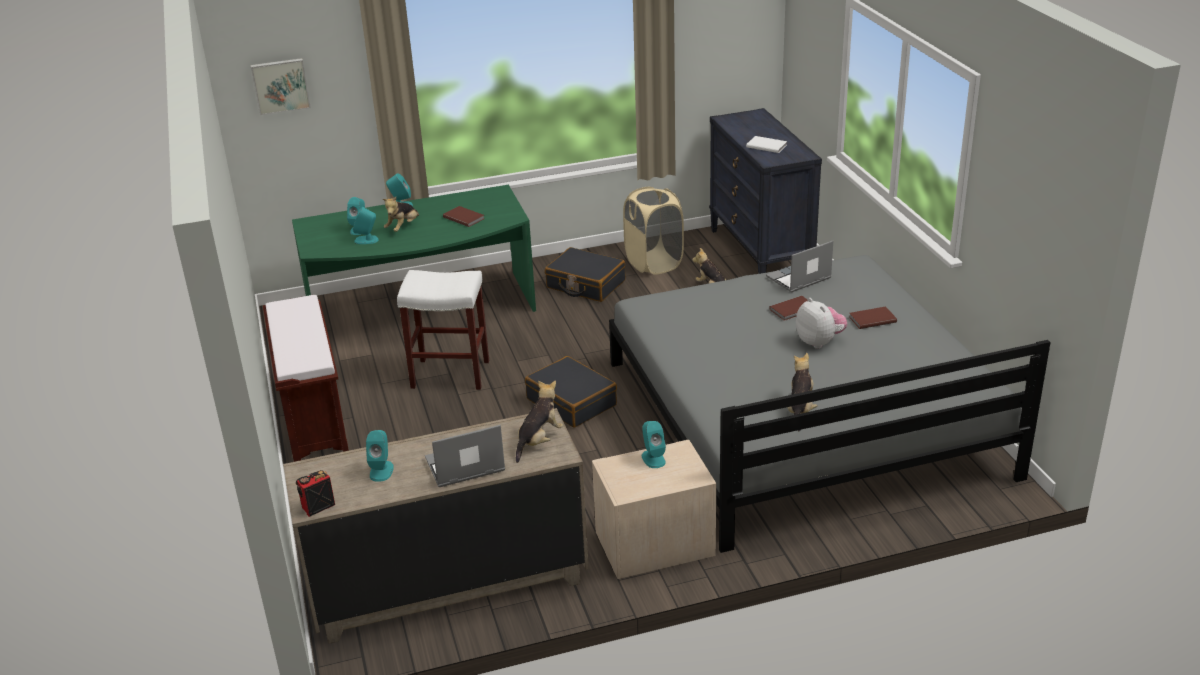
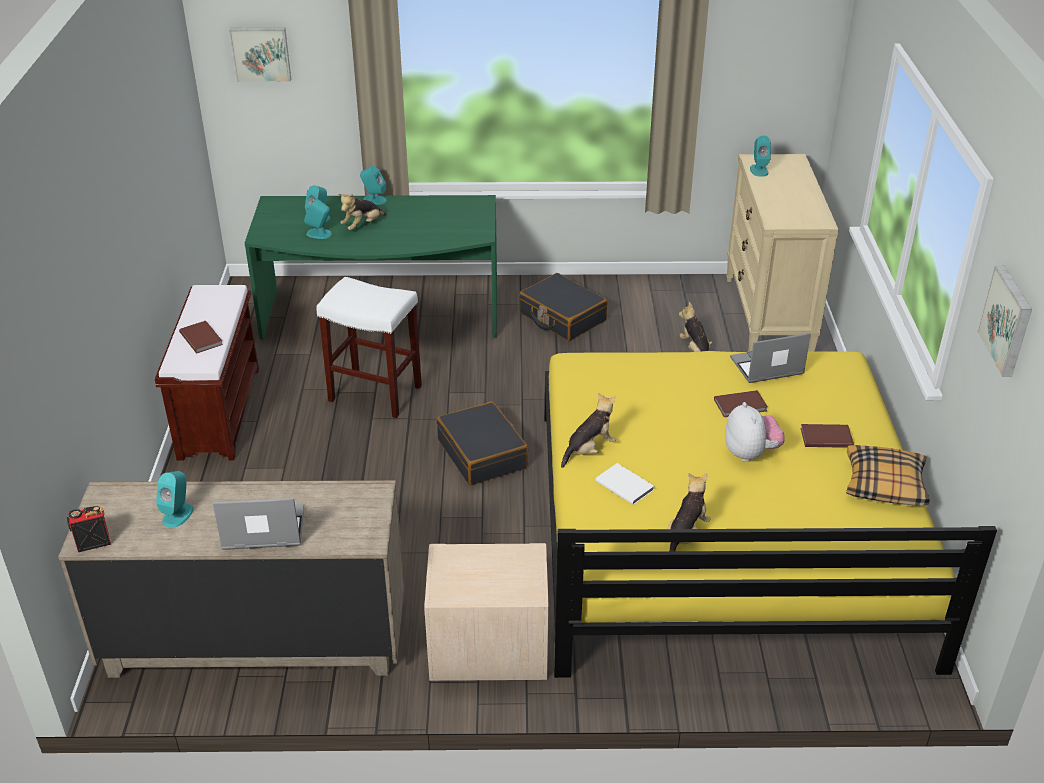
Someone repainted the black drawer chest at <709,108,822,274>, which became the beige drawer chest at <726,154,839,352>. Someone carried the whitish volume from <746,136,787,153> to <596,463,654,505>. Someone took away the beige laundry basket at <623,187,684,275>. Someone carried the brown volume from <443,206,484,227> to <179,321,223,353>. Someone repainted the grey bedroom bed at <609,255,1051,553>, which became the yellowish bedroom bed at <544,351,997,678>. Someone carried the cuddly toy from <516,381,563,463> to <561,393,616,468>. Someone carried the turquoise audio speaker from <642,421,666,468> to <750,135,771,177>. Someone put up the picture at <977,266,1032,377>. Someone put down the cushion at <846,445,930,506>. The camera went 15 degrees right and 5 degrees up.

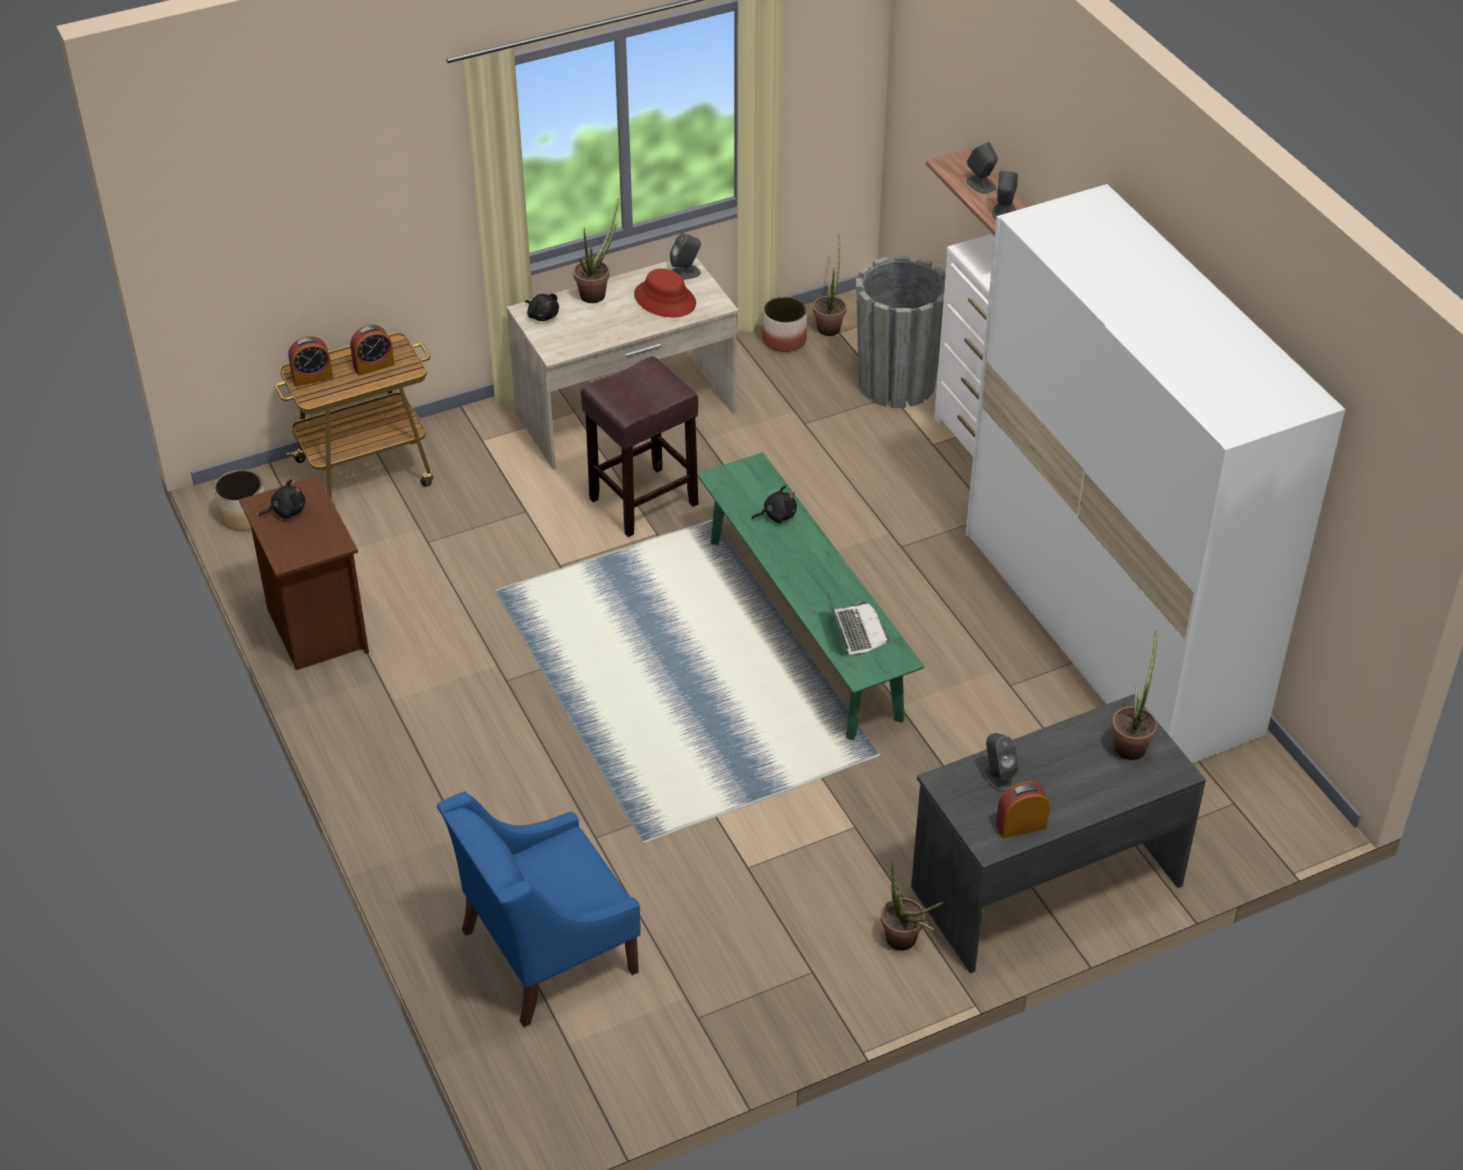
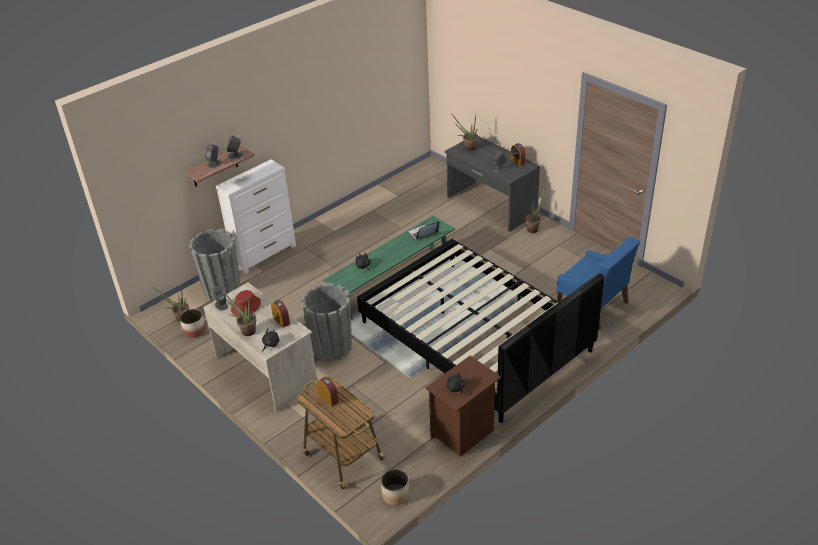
Someone took away the whitish armoire at <966,184,1345,763>. Someone carried the table clock from <288,336,333,387> to <271,300,290,328>. Someone swapped the brown stool seat at <581,356,699,537> for the grey planter at <301,283,352,361>. Someone put down the black bedroom bed at <357,239,604,423>. The camera went 105 degrees left and 5 degrees down.

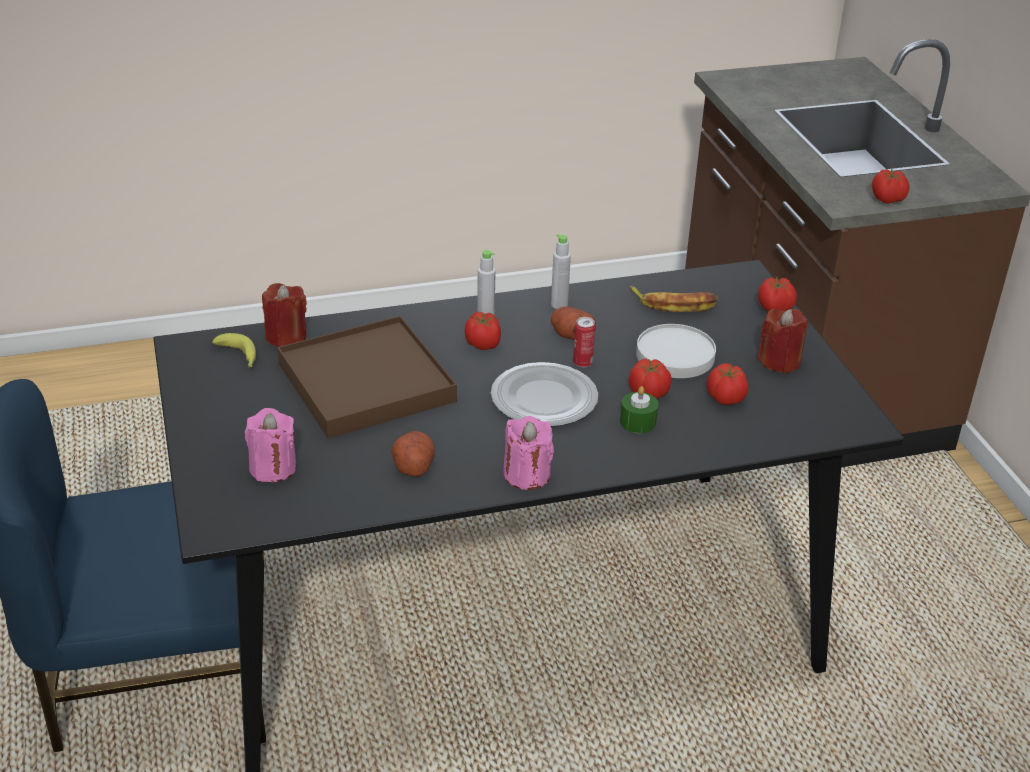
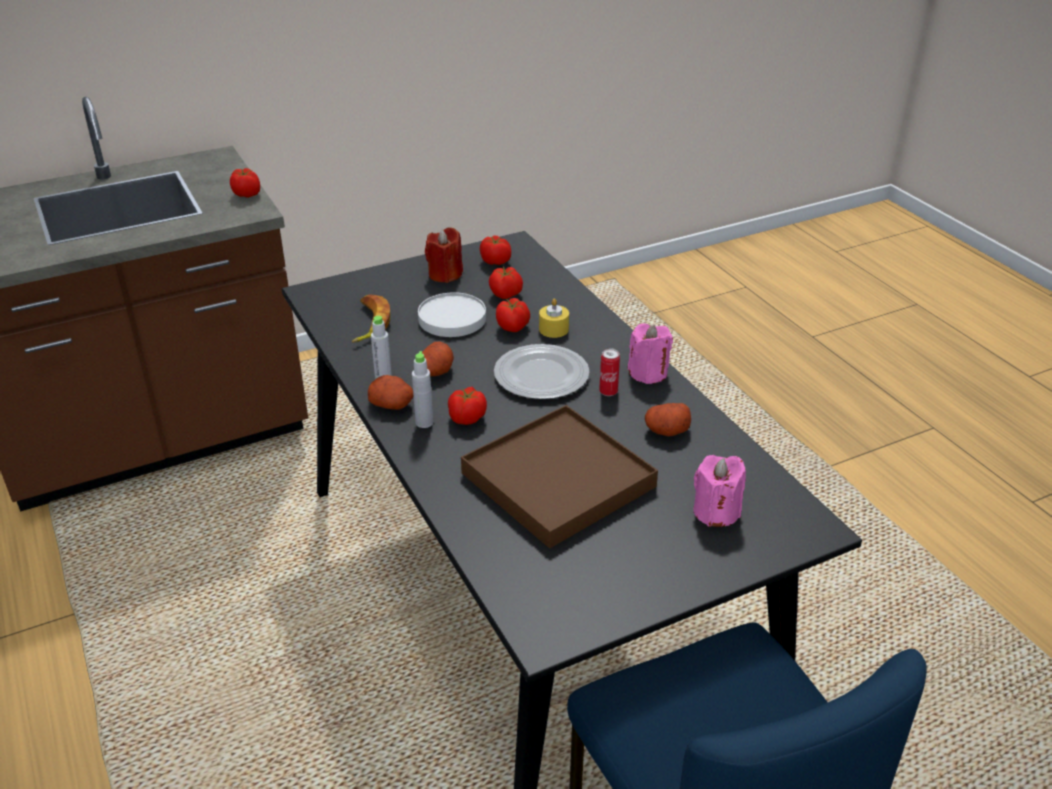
Someone carried the fresh tomato from <758,277,797,312> to <480,236,511,265>. Someone took away the red-coloured wax light at <262,283,307,347>. Someone carried the can from <573,317,595,368> to <599,348,620,396>. Someone took away the banana at <212,333,256,367>. Someone repainted the greenish wax light at <620,386,659,433>, which became the yellowish wax light at <539,298,569,338>. Someone put down the spud at <368,375,413,410>. The camera went 100 degrees left and 0 degrees up.

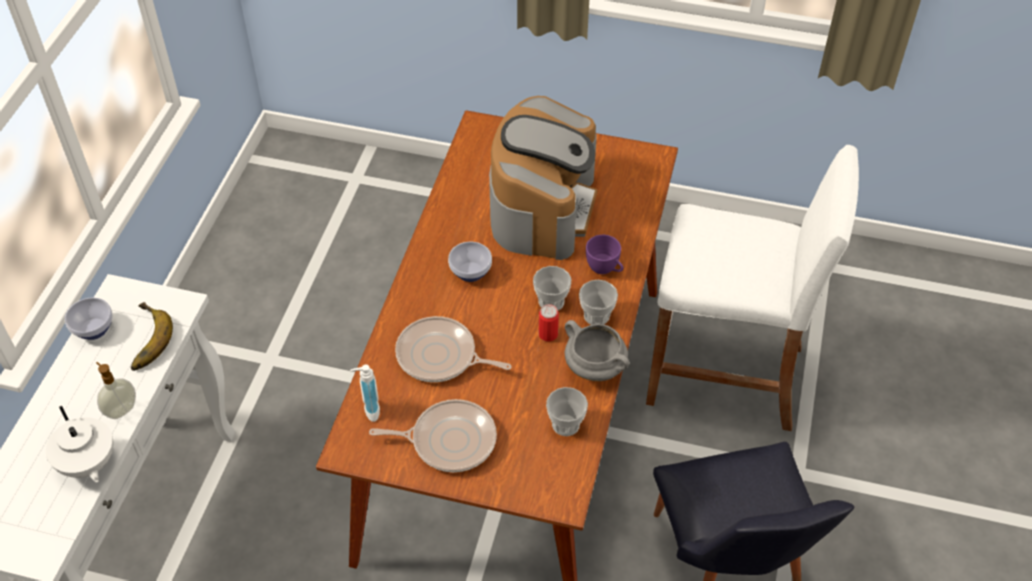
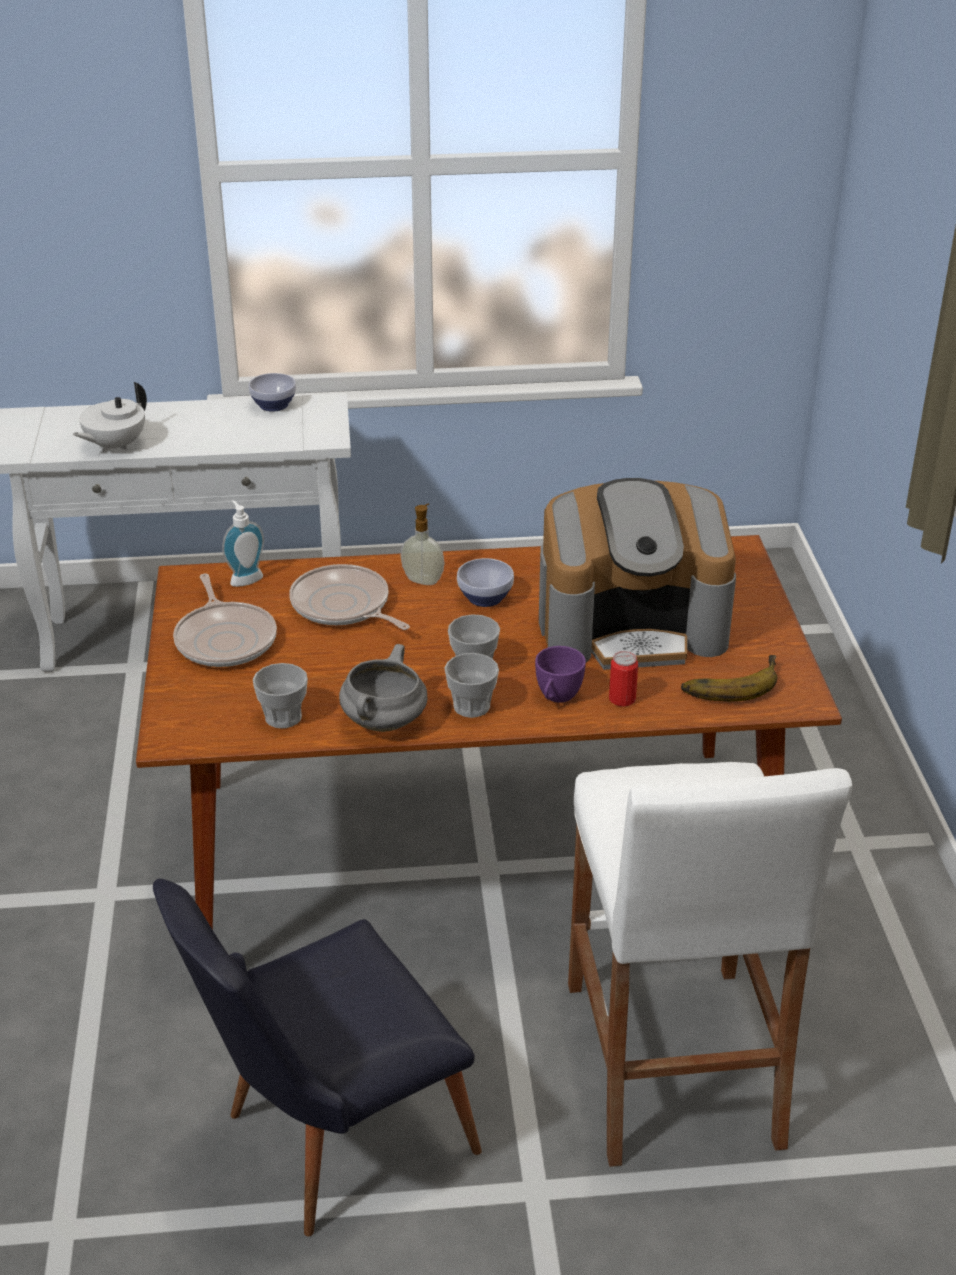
Someone carried the banana from <131,302,173,371> to <681,655,777,702>. Someone carried the can from <539,304,559,341> to <609,651,638,706>. Someone rotated the frying pan at <395,316,511,382> by 45 degrees counterclockwise. Someone carried the soap dispenser from <96,362,136,419> to <401,504,445,585>. The camera went 70 degrees right and 15 degrees down.

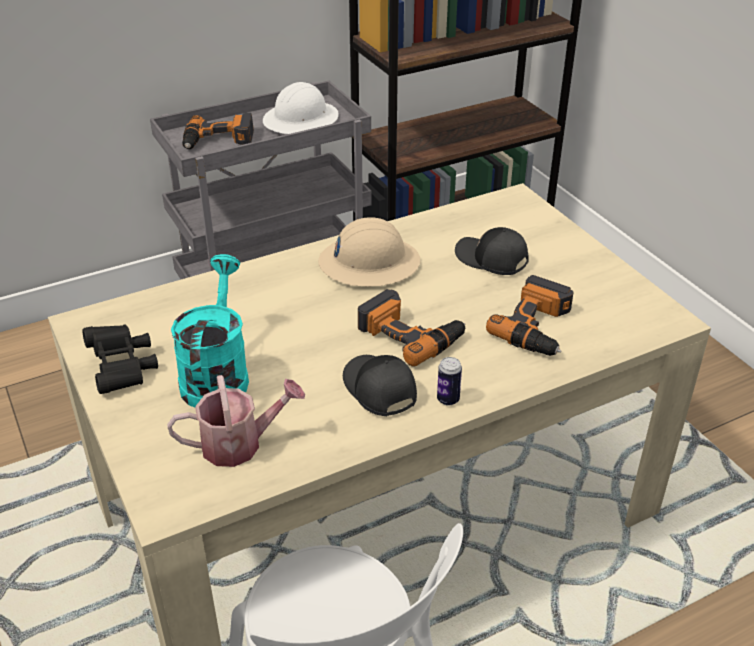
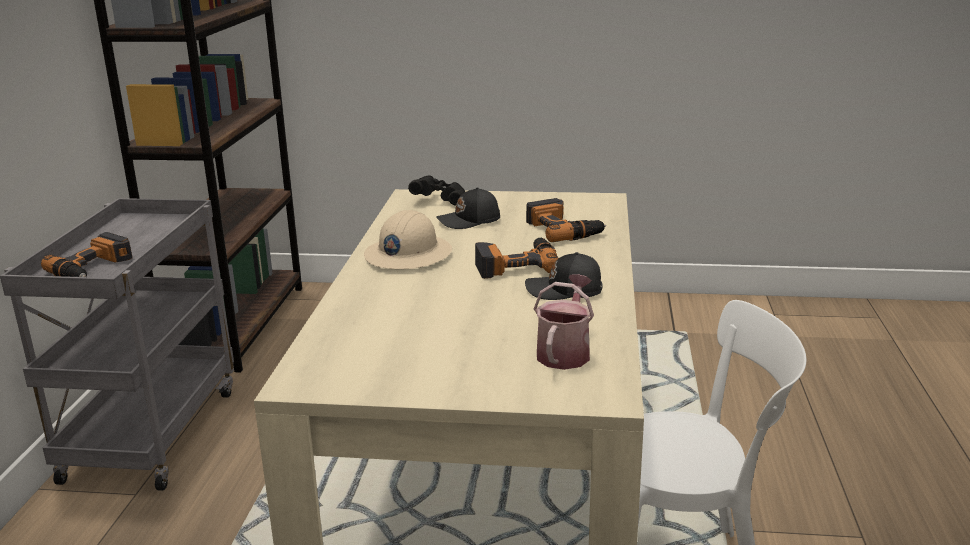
Someone took away the whitish safety helmet at <263,82,339,134>. Someone took away the turquoise watering pot at <171,254,249,407>. Someone carried the black field glasses from <83,324,158,394> to <408,175,465,205>. Someone took away the can at <437,357,462,406>. The camera went 55 degrees left and 15 degrees down.

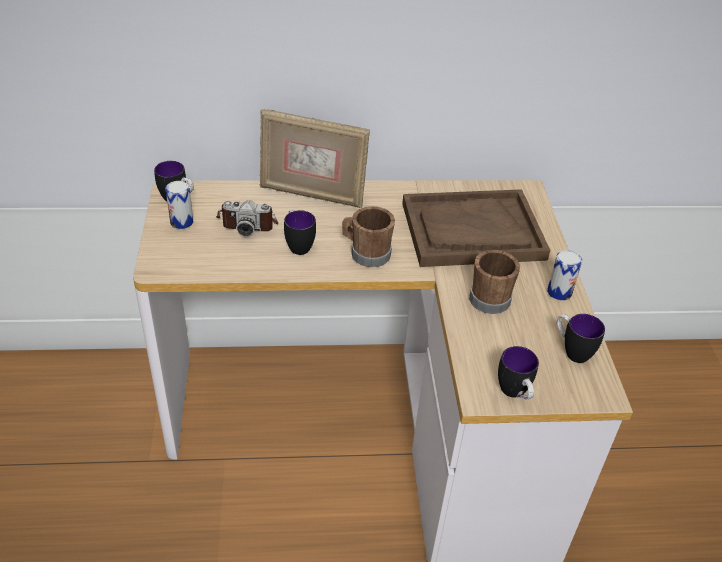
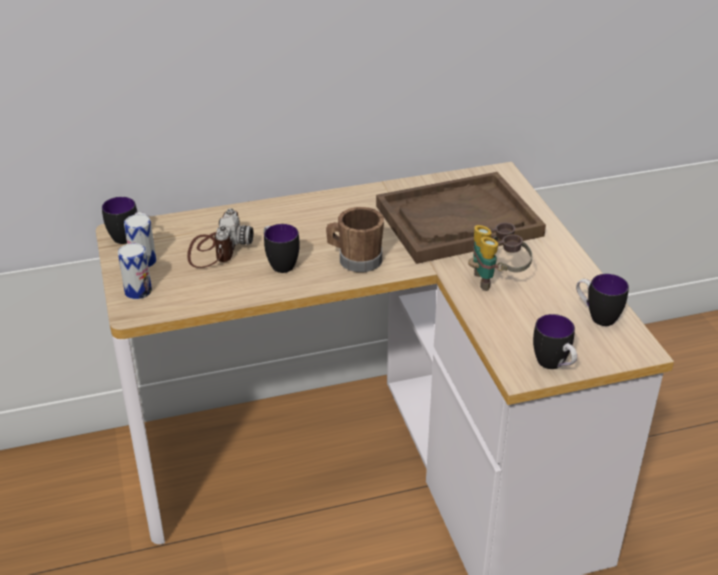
Someone took away the standing frame at <260,109,370,208>. Someone rotated the photo camera at <216,200,278,236> by 75 degrees counterclockwise. Someone swapped the brown tea mug at <469,250,520,314> for the field glasses at <468,223,532,291>. Someone carried the can from <547,250,582,301> to <118,243,152,299>. The camera went 10 degrees left and 5 degrees down.

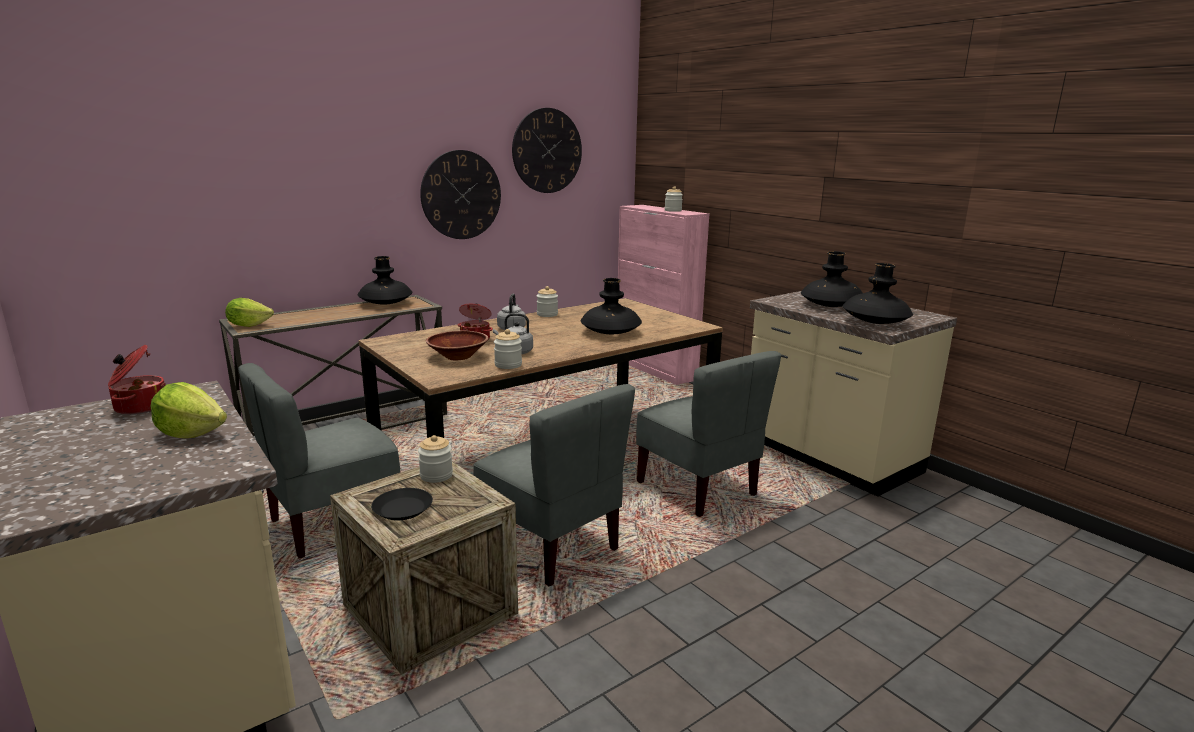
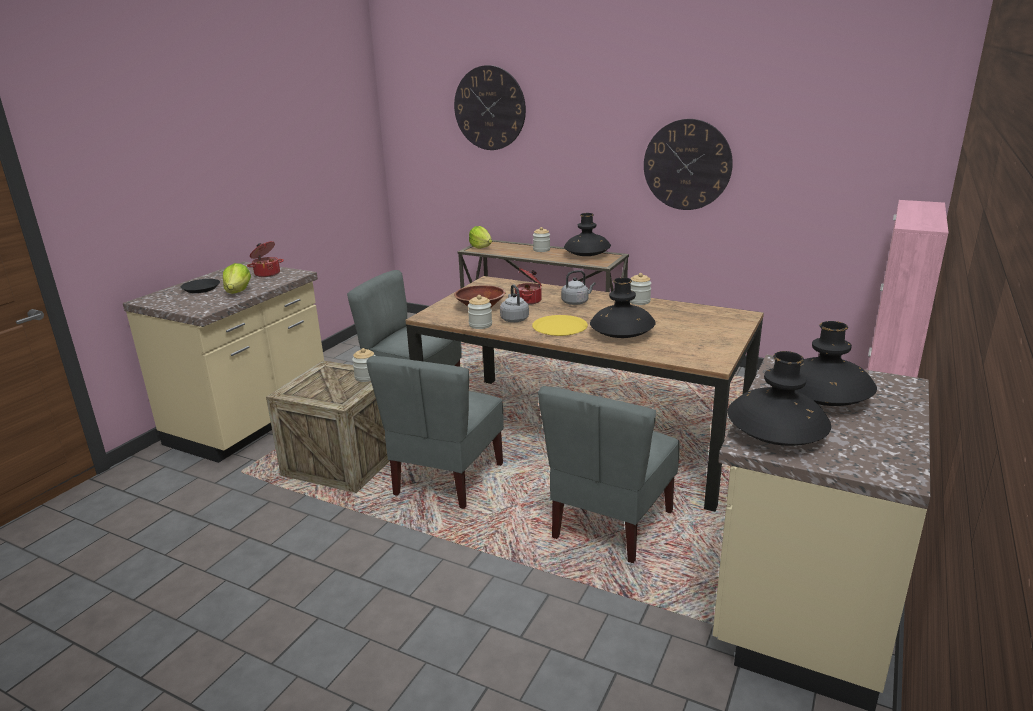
Someone carried the hanging clock from <512,108,582,193> to <454,65,526,150>. Someone carried the storage jar from <665,186,683,212> to <533,227,550,252>. Someone carried the black flat dish from <371,488,433,520> to <180,279,220,293>. Someone put down the yellowish flat dish at <532,315,588,336>. The camera went 65 degrees right and 5 degrees up.

